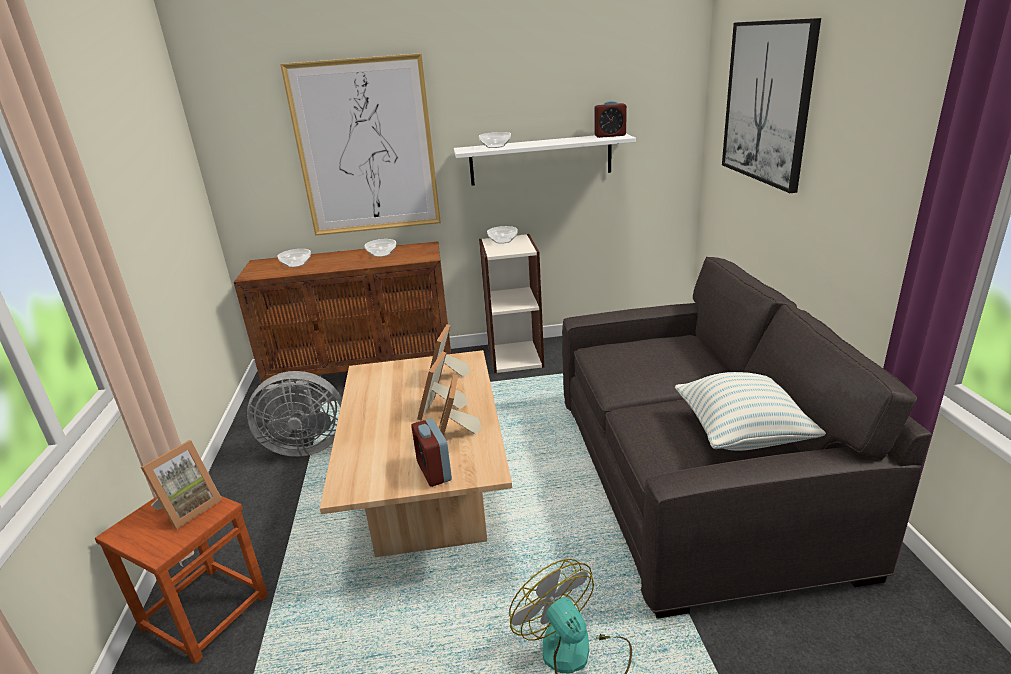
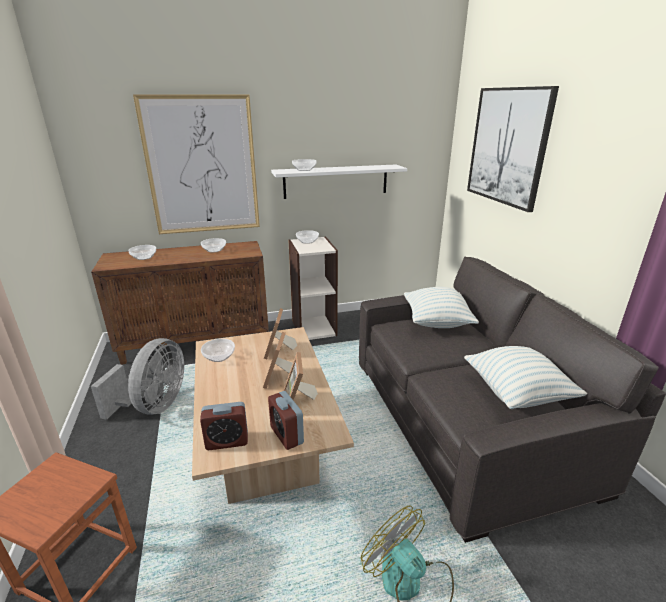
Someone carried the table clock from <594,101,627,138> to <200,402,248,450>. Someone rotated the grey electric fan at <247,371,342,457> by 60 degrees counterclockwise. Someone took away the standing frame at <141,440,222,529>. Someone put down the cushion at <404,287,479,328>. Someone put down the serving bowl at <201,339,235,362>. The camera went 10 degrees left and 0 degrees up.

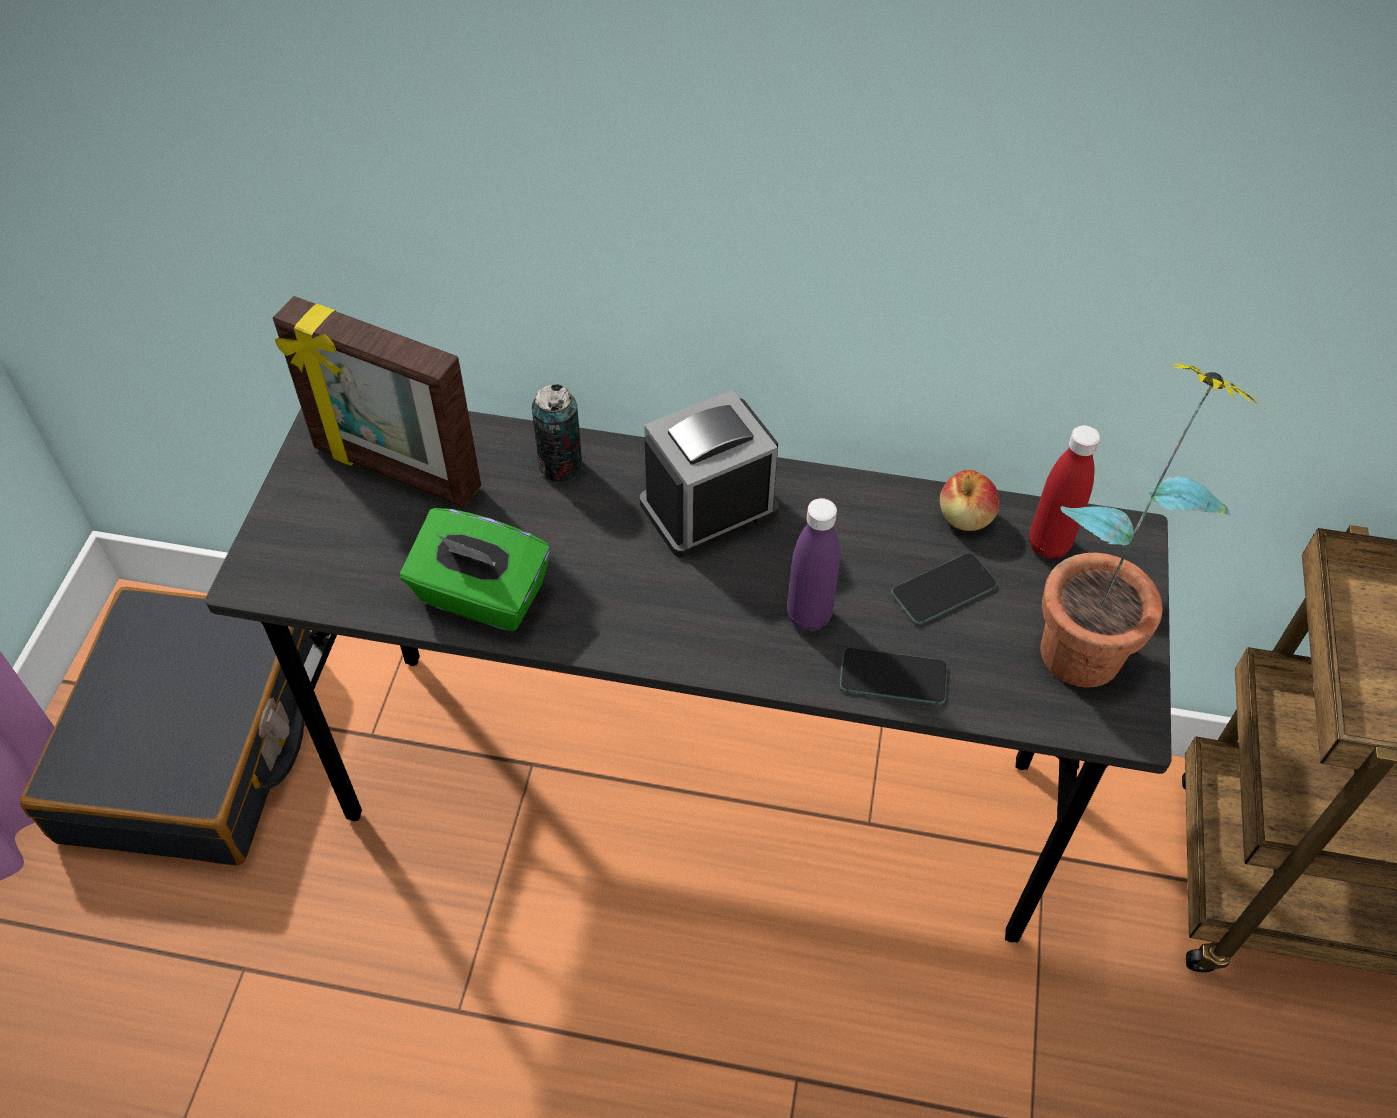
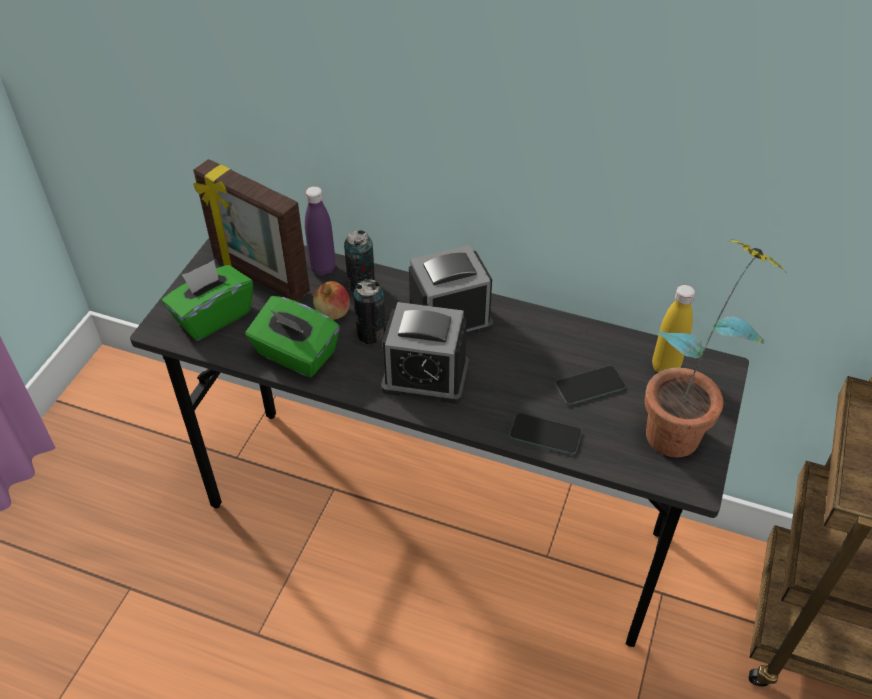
Someone repainted the red-coloured drink bottle at <1029,425,1100,559>, which became the yellowish drink bottle at <652,285,695,372>. Someone carried the whole apple from <940,470,999,531> to <313,281,350,320>. Someone carried the purplish drink bottle from <787,498,840,632> to <305,186,336,276>. Someone took away the black travel case at <20,587,314,866>. Someone put down the greenish box of tissues at <162,260,253,341>. Someone put down the can at <354,279,386,344>. Someone put down the table clock at <381,302,469,404>. The camera went 10 degrees right and 5 degrees down.

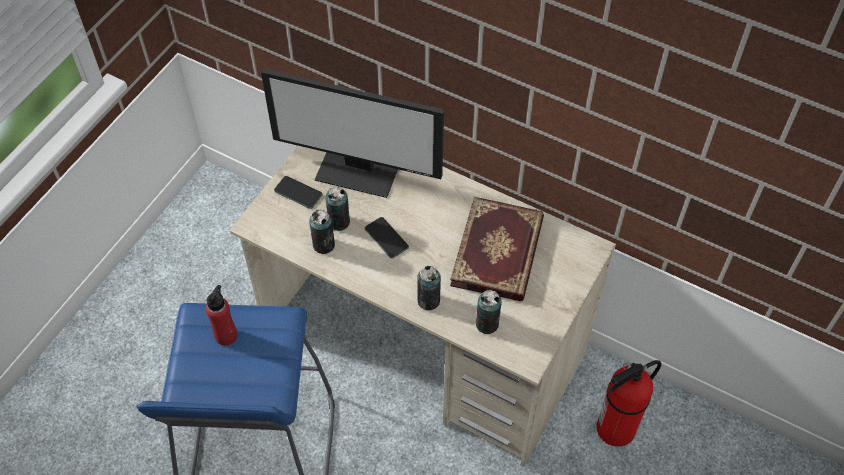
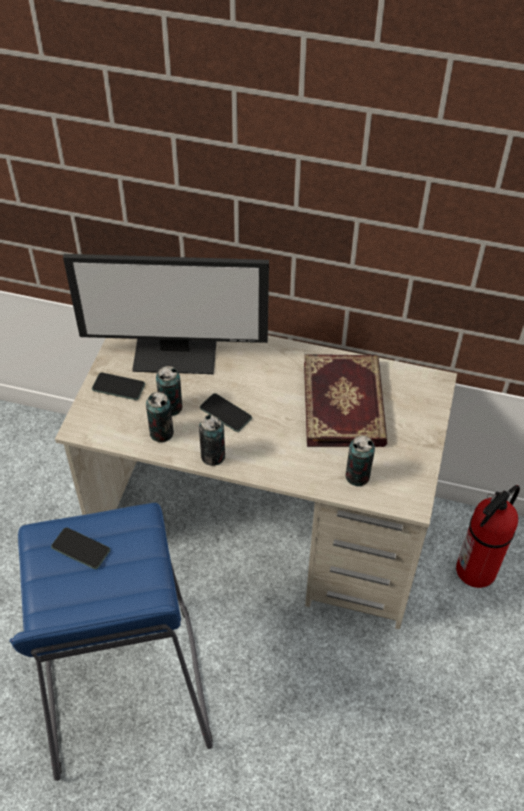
Someone carried the can from <417,266,441,310> to <199,415,225,466>. Someone swapped the red-coloured drink bottle at <206,285,237,346> for the handset at <51,527,110,569>. The camera went 15 degrees left and 5 degrees down.

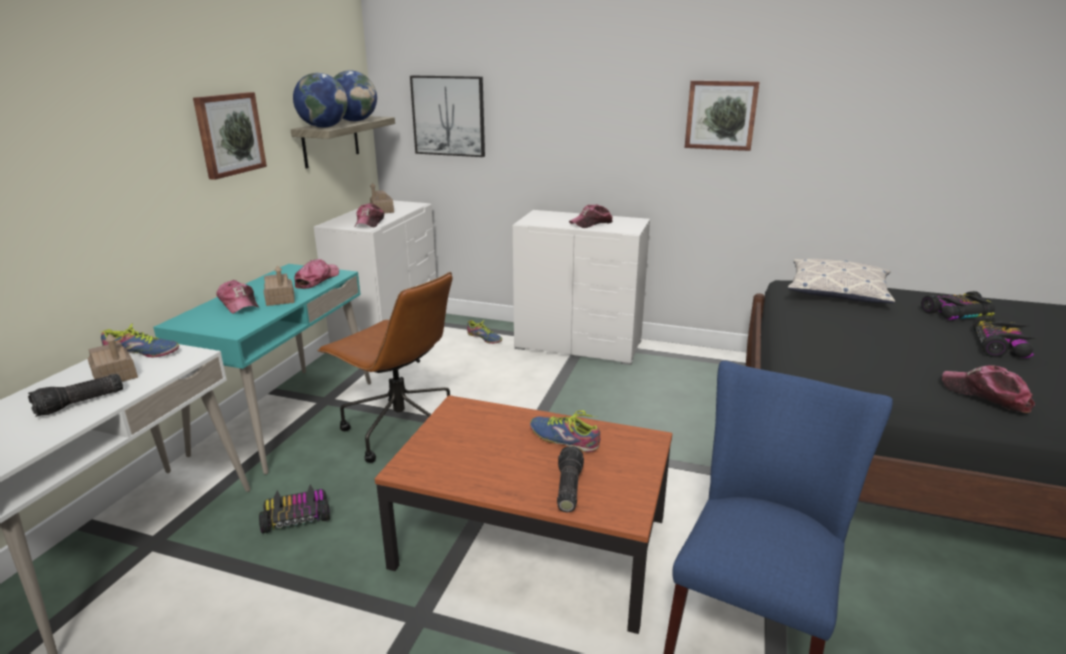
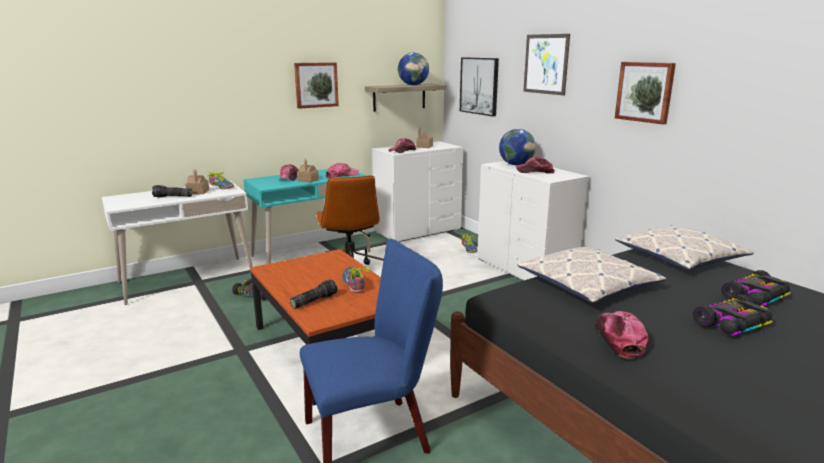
Someone carried the globe from <293,73,347,128> to <499,129,536,165>. Someone rotated the miniature car at <921,291,995,323> by 60 degrees counterclockwise. Someone put up the picture at <523,34,570,95>. Someone put down the cushion at <517,246,666,303>. The camera went 40 degrees right and 5 degrees down.

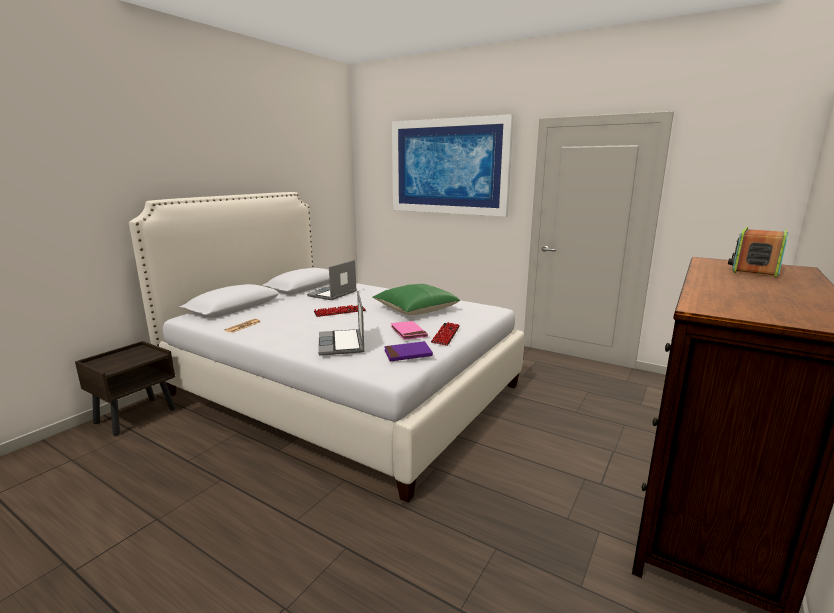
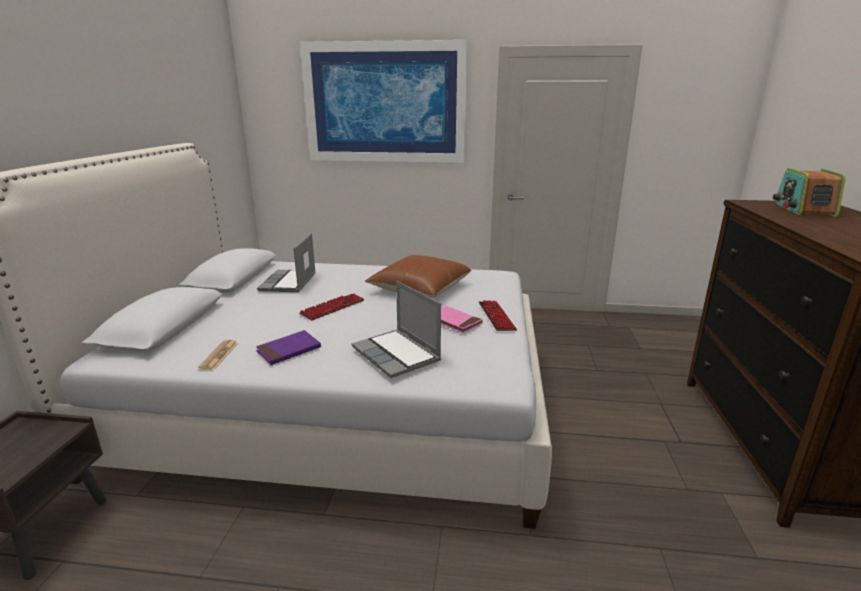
Someone repainted the greenish cushion at <372,284,460,315>, which became the brown cushion at <365,255,471,298>. Someone carried the purplish volume from <384,341,433,362> to <256,330,321,365>. The camera went 25 degrees left and 5 degrees up.

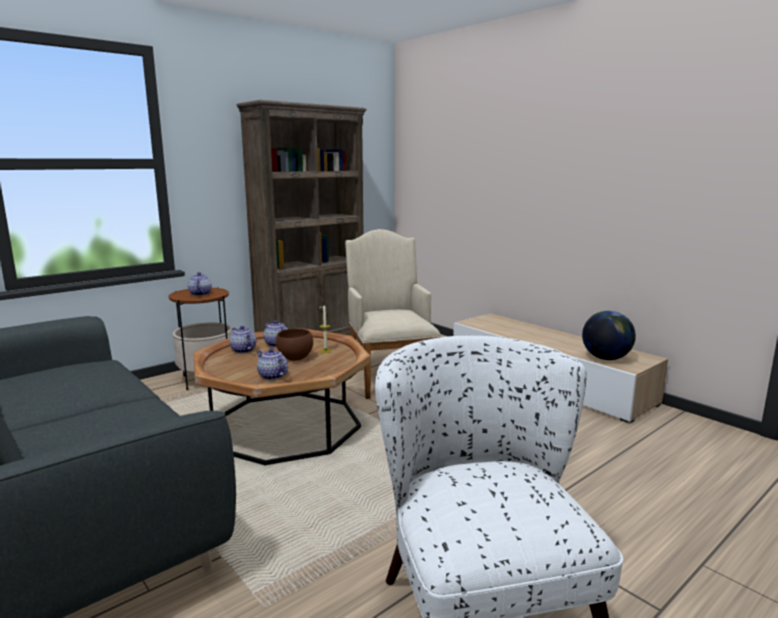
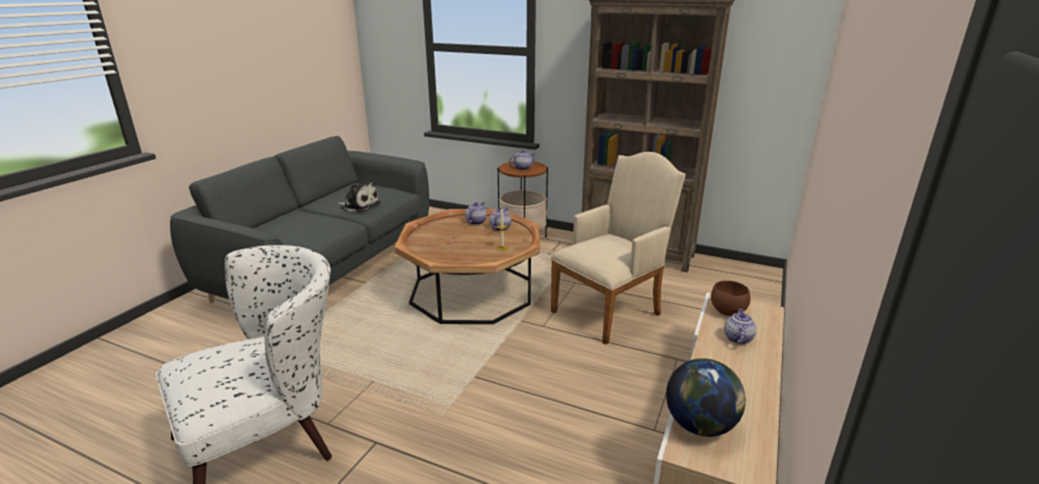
Someone carried the brown serving bowl from <276,328,313,361> to <711,281,750,316>. Someone carried the pot for tea from <257,348,288,380> to <724,308,757,344>. Someone put down the cuddly toy at <337,180,380,212>. The camera went 65 degrees right and 10 degrees up.

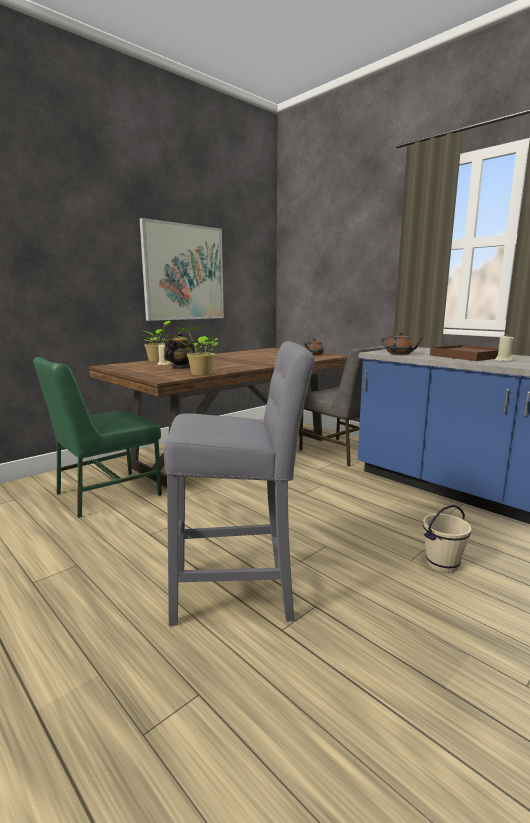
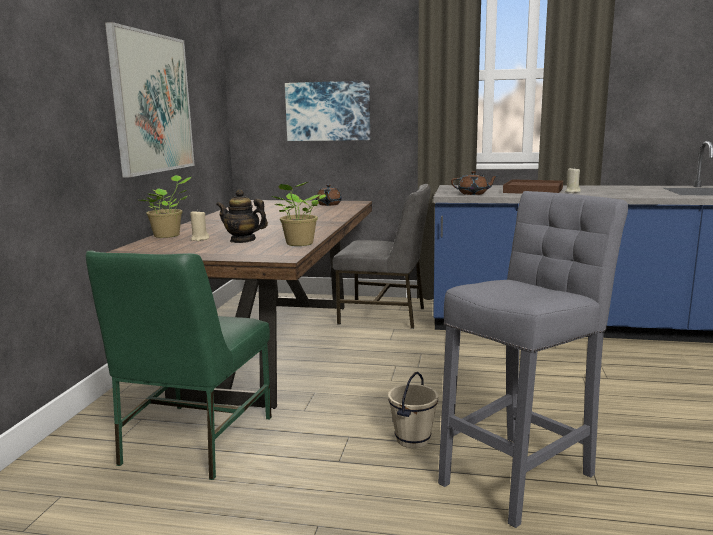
Someone rotated the pot for tea at <164,331,196,369> by 75 degrees counterclockwise. Someone carried the beige pail from <423,505,471,573> to <388,372,438,448>. Someone put up the picture at <285,80,370,141>. The camera went 35 degrees left and 0 degrees up.

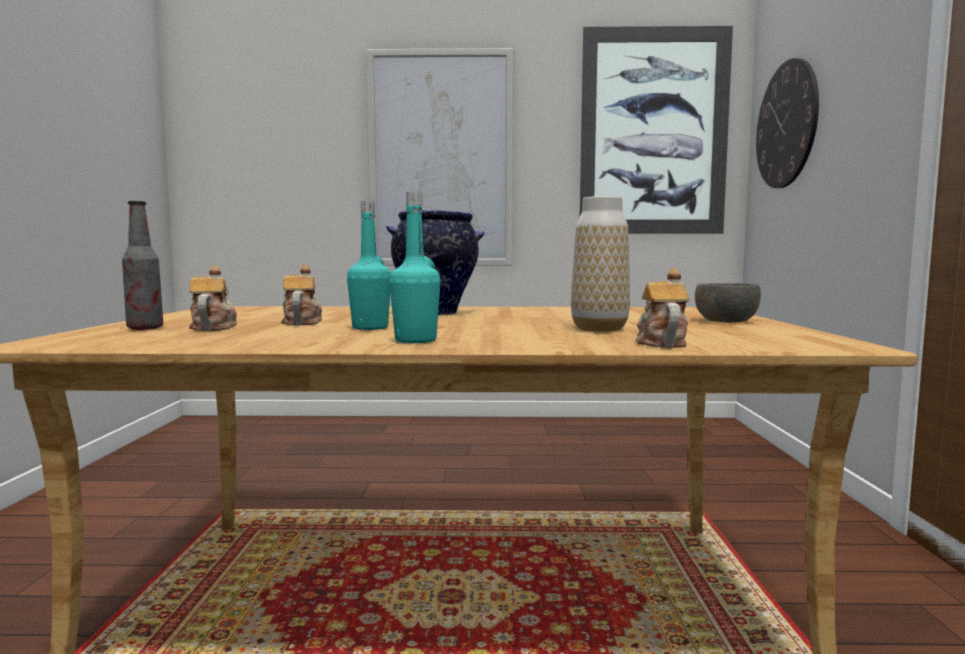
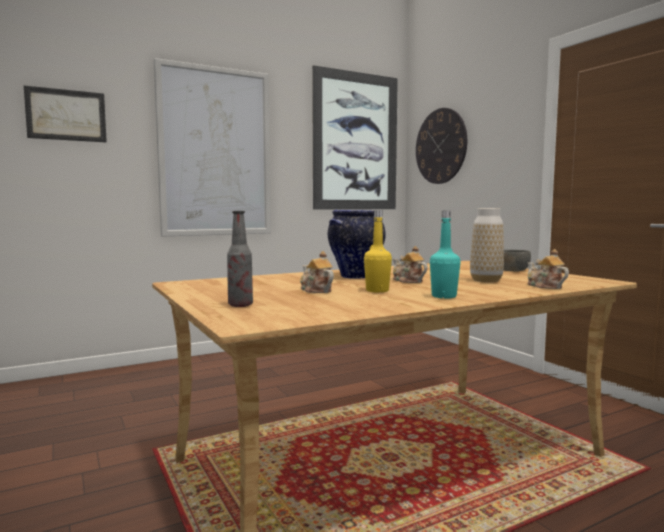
Someone repainted the turquoise drink bottle at <347,201,391,330>, which became the yellowish drink bottle at <364,210,392,293>. Someone carried the pot for tea from <189,266,237,331> to <393,246,428,283>. Someone put up the picture at <24,86,107,142>. The camera went 30 degrees left and 0 degrees up.

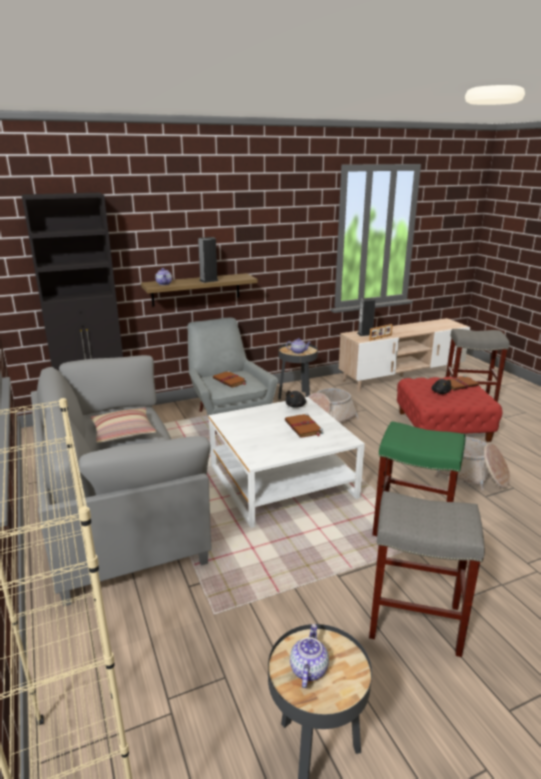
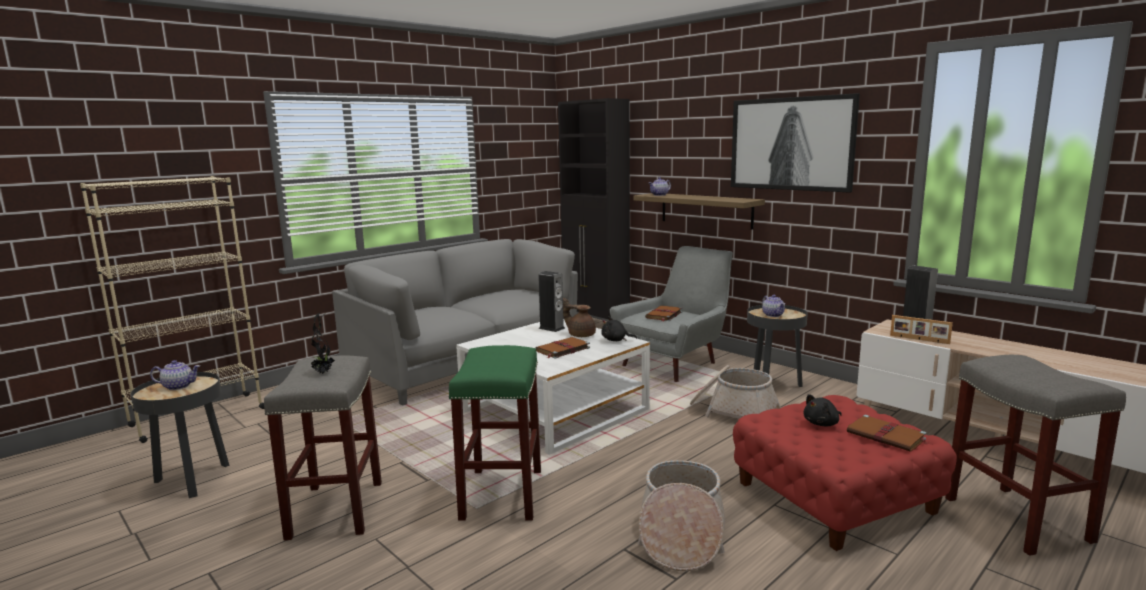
Someone carried the audio speaker from <198,237,219,283> to <538,271,565,332>. Someone took away the cushion at <90,408,156,443>. Someone put up the picture at <731,93,860,193>. Someone put down the brown pot for tea at <563,298,596,337>. Someone put down the potted plant at <311,313,335,374>. The camera went 70 degrees right and 10 degrees down.

